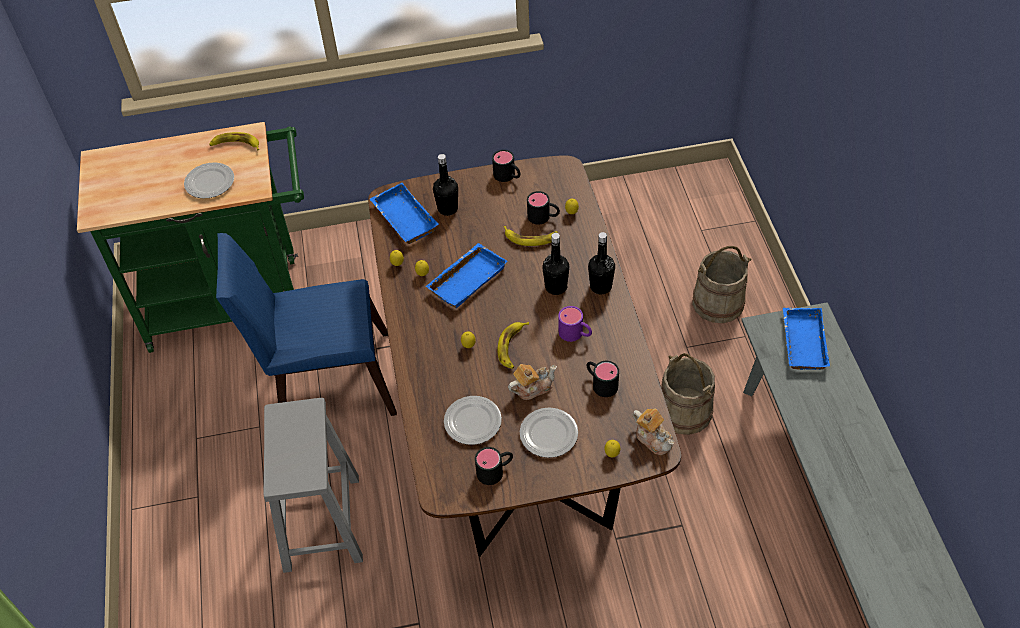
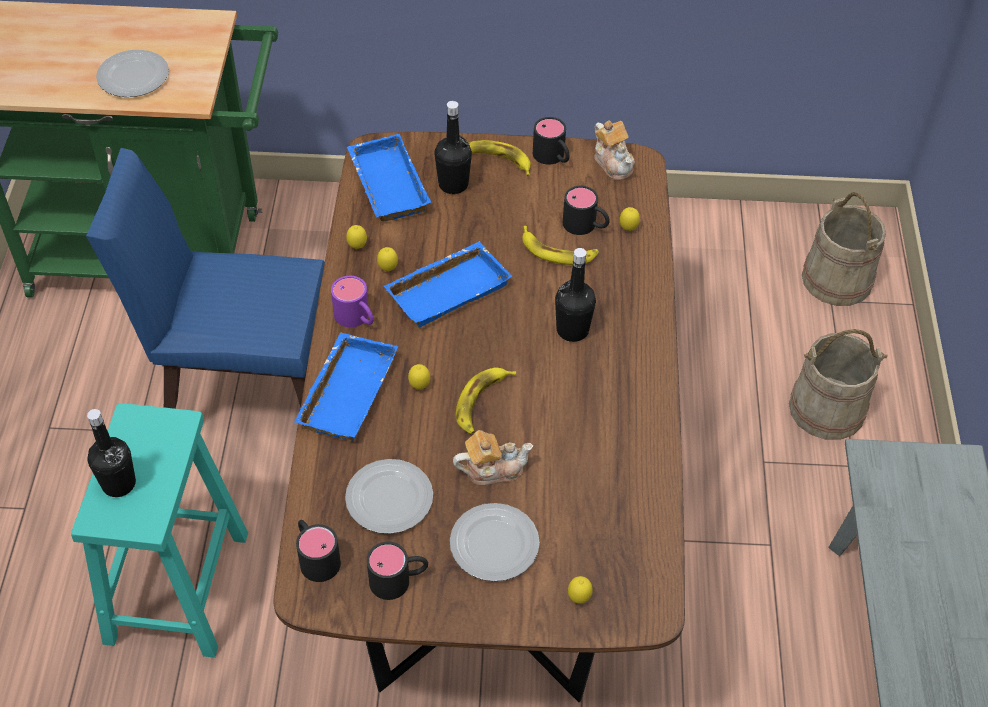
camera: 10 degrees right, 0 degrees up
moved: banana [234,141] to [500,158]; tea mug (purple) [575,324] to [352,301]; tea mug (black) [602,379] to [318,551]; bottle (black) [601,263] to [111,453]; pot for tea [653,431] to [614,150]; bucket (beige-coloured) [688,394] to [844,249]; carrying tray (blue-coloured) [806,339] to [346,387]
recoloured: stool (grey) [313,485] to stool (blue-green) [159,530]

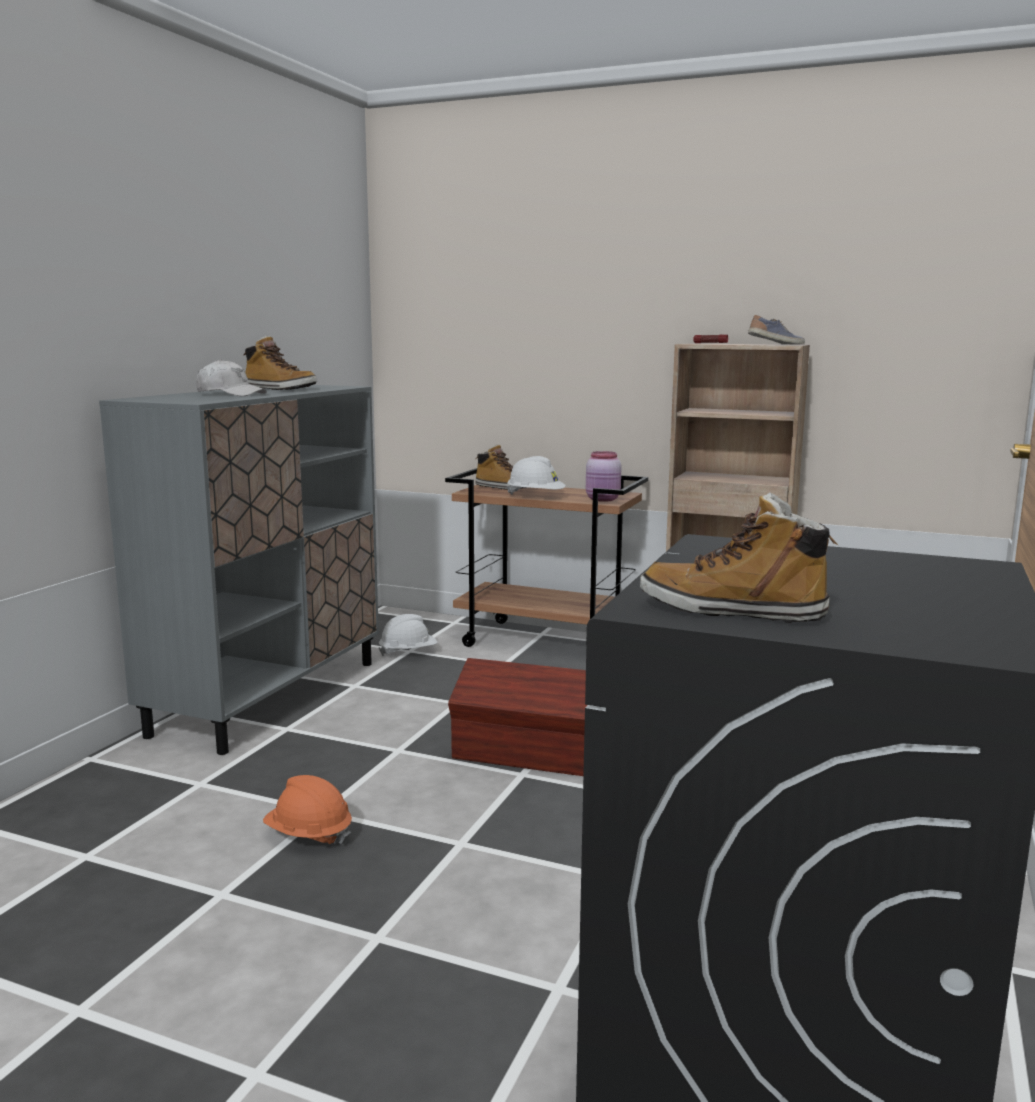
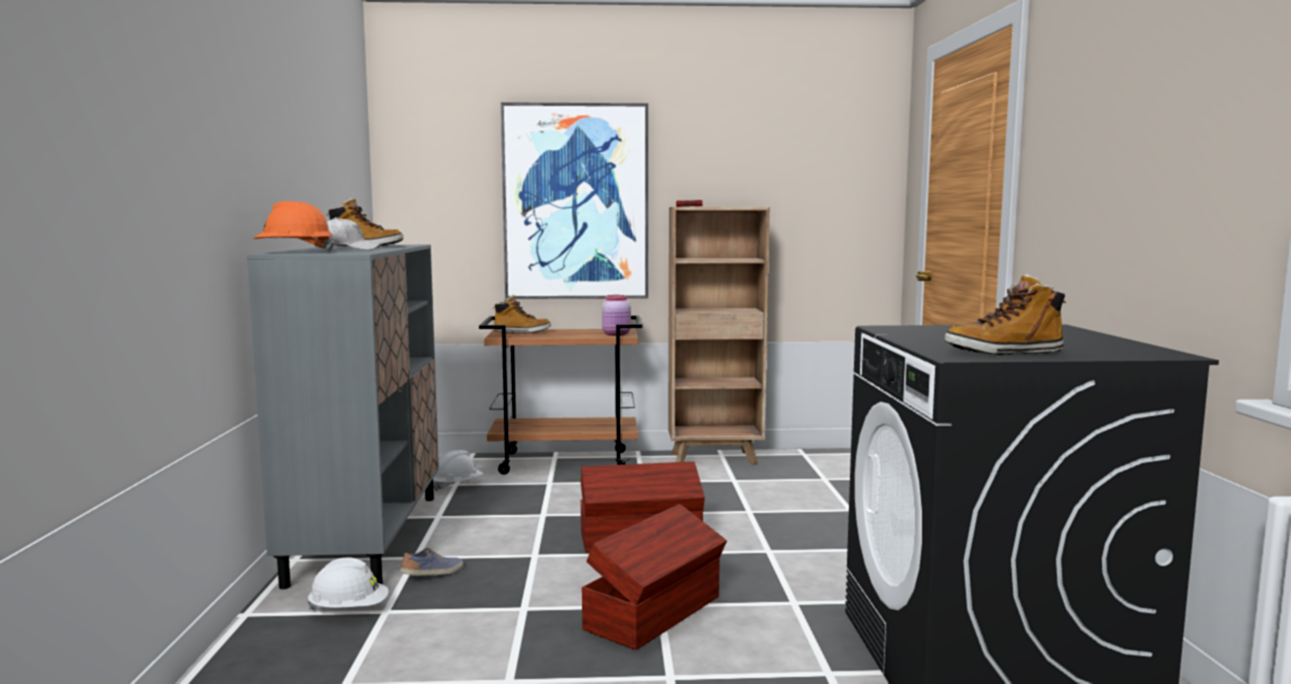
camera: 25 degrees left, 5 degrees down
added: wall art [574,200]; storage bin (brownish) [654,577]
moved: hard hat (orange) [307,810] to [293,227]; hard hat (white) [536,475] to [348,583]; low shoe [776,329] to [431,562]

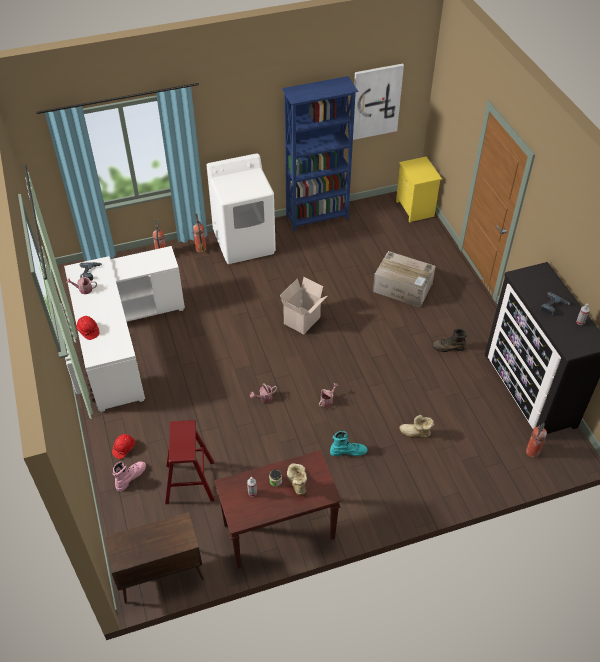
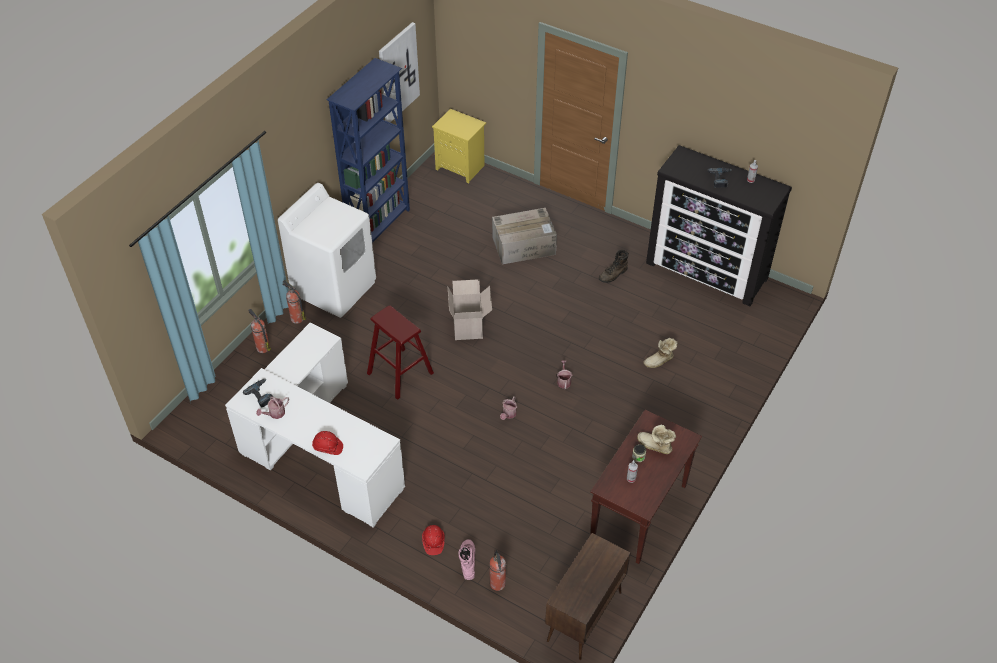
camera: 40 degrees left, 0 degrees up
removed: tall boot (blue-green) [349,443]
moved: stool (reddish) [189,462] to [400,352]; fire extinguisher [536,440] to [497,570]

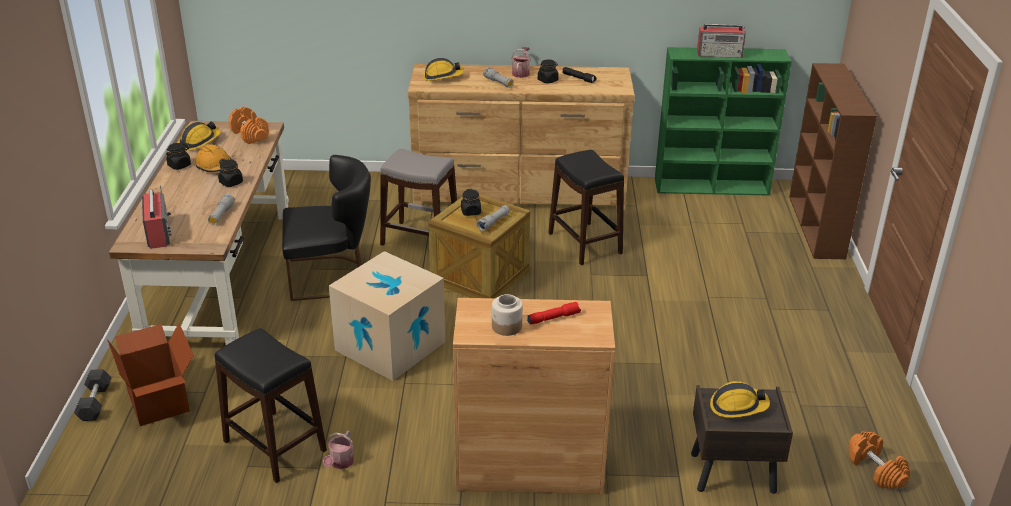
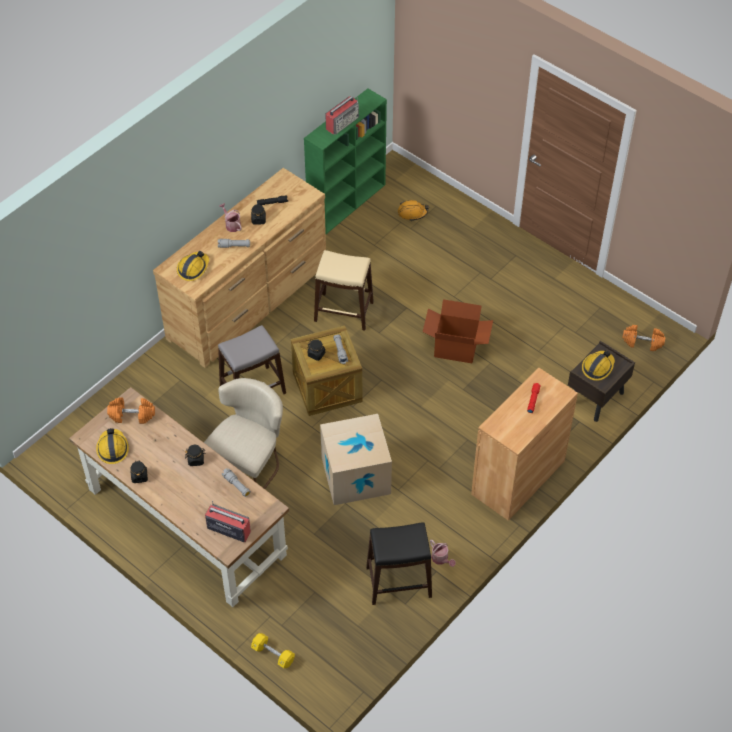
camera: 50 degrees left, 20 degrees up
removed: jar [507,315]; bookshelf (brownish) [833,161]
moved: packing box [150,374] to [458,331]; hard hat (orange) [213,158] to [413,210]
recoloured: dumbbell (black) [93,395] to dumbbell (yellowish) [273,650]; chair (black) [326,228] to chair (beige-coloured) [243,433]; stool (black) [586,207] to stool (beige-coloured) [344,290]

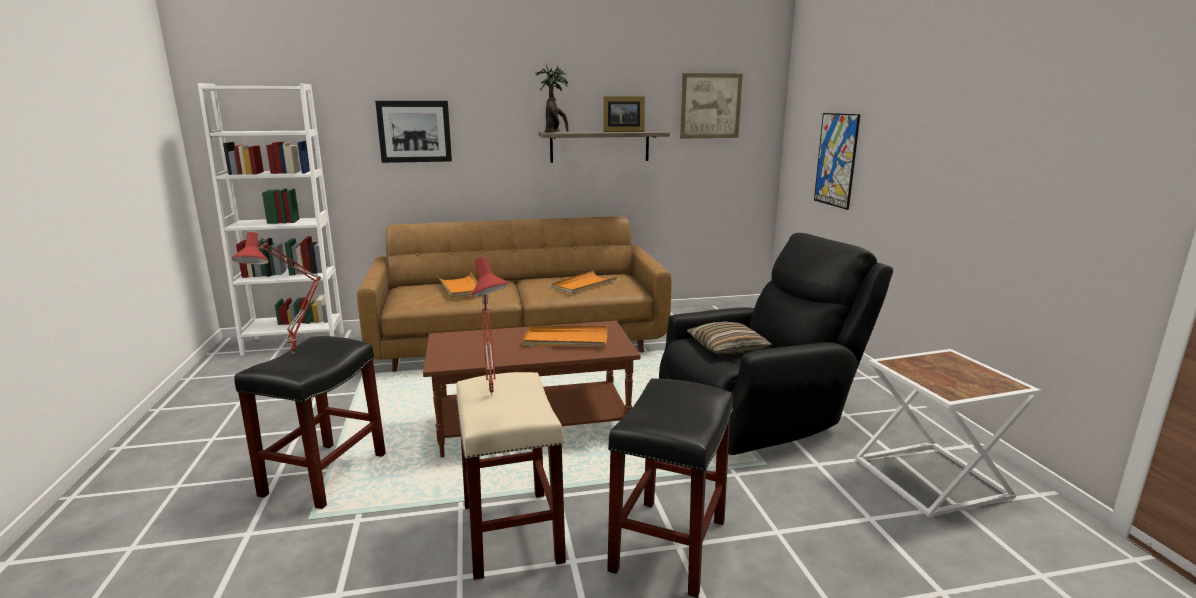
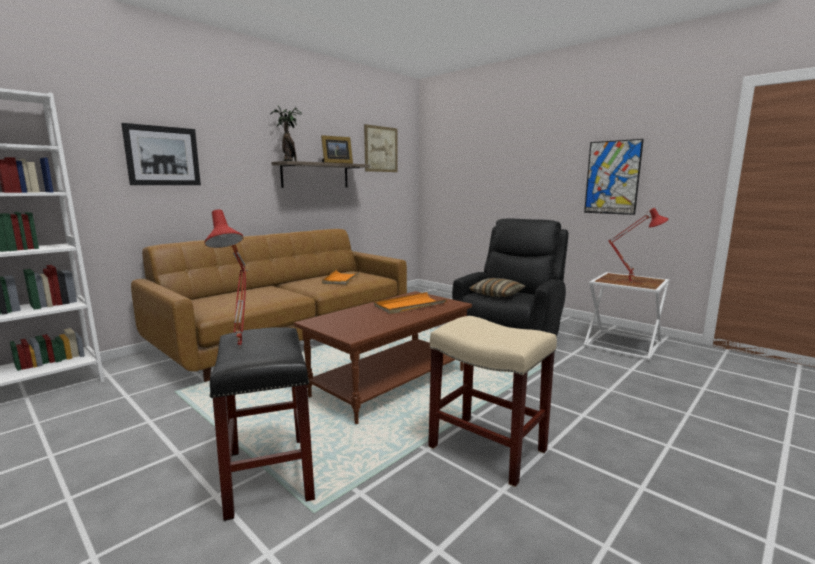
camera: 35 degrees left, 5 degrees down
removed: carrying tray (orange) [458,285]; stool (black) [670,488]
moved: lamp for a table (reddish) [490,326] to [638,245]; wall art [837,161] to [614,177]

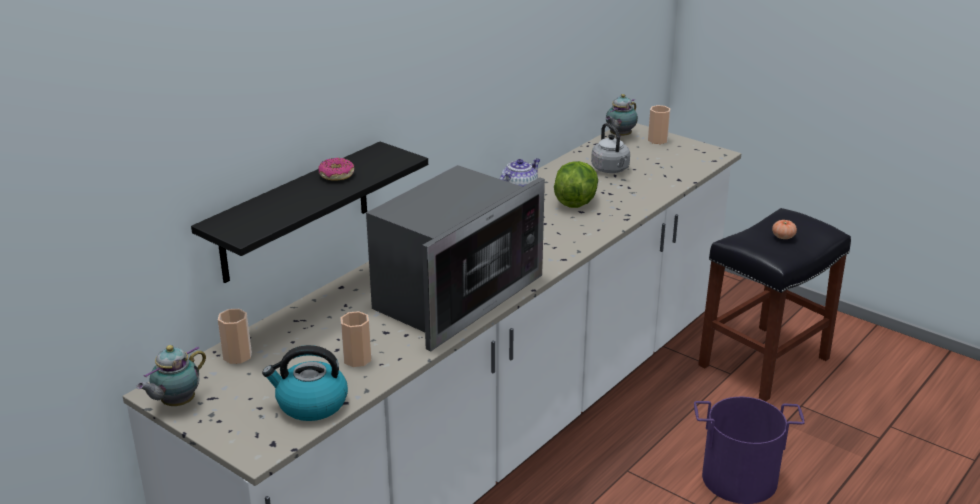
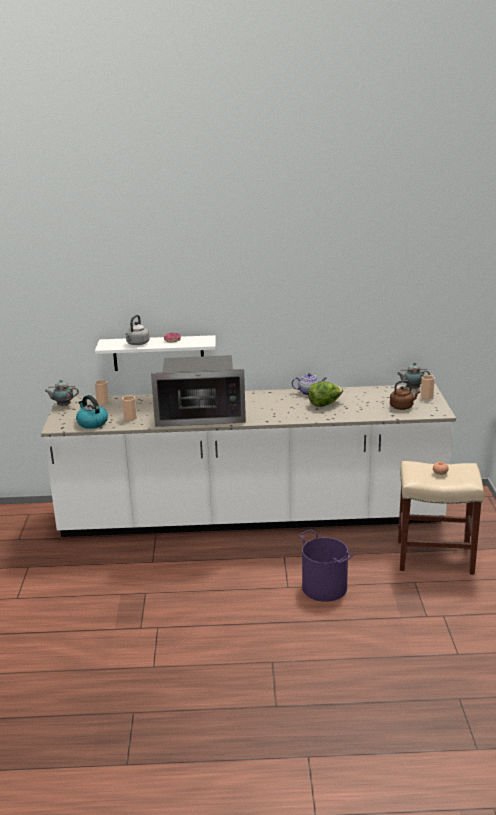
camera: 50 degrees right, 5 degrees down
added: tea kettle (brownish) [405,395]
moved: tea kettle (grey) [610,148] to [137,330]
recoloured: bracket shelf (black) [309,212] to bracket shelf (white) [155,353]; stool (black) [774,304] to stool (beige-coloured) [441,518]

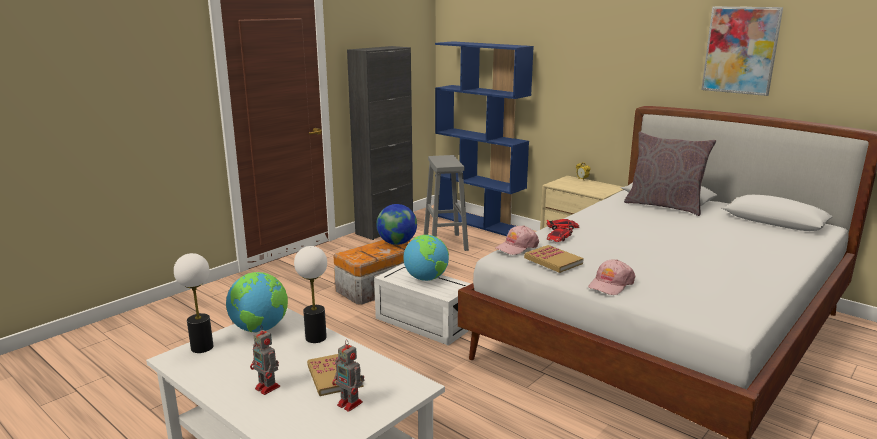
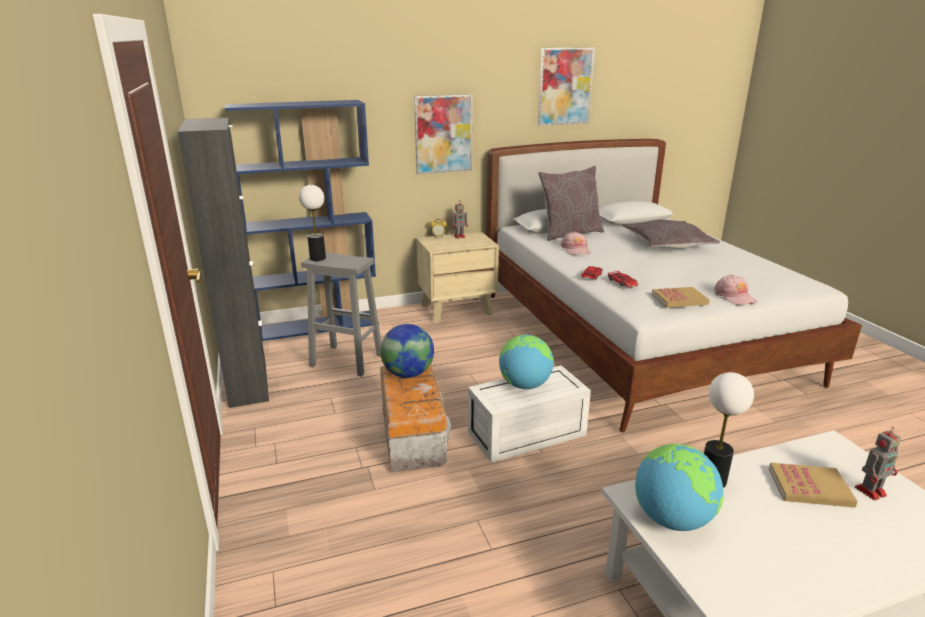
camera: 60 degrees left, 5 degrees up
added: wall art [443,134]; cushion (grey) [671,234]
moved: lamp for a table [193,303] to [312,223]; robot figure [265,360] to [460,220]; baseball cap (pink-coloured) [517,240] to [575,243]

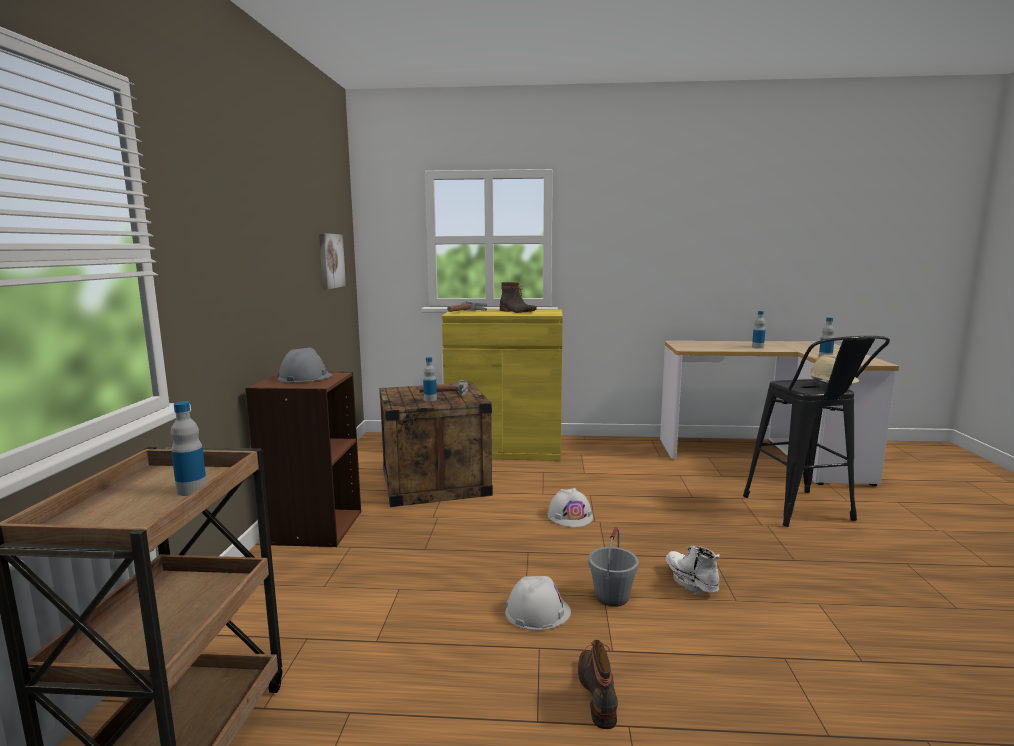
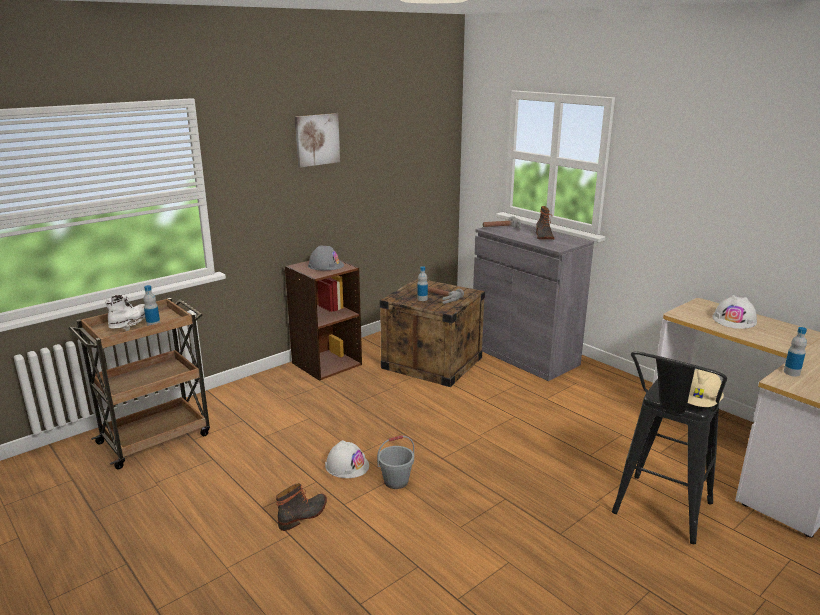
camera: 45 degrees right, 10 degrees up
removed: bottle [758,330]
moved: wall art [332,261] to [317,140]; hard hat (white) [570,507] to [734,312]; tall boot (white) [693,570] to [125,313]
recoloured: cupboard (yellowish) [502,385] to cupboard (grey) [533,302]

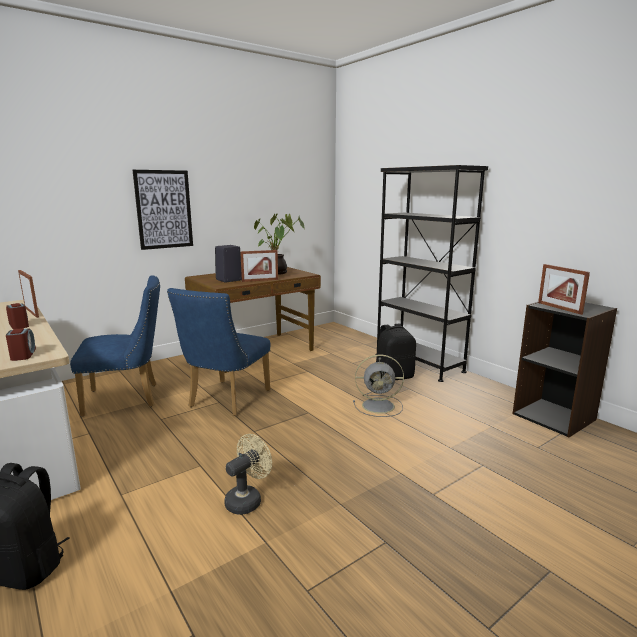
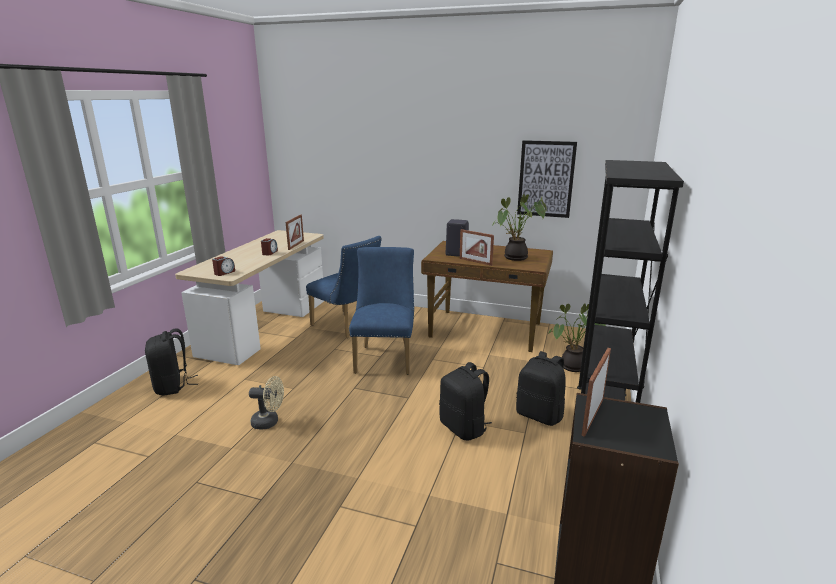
camera: 55 degrees right, 5 degrees up
added: potted plant [577,337]
moved: wall art [163,210] to [547,179]
replaced: fan (grey) [378,386] to knapsack (black) [465,401]
turned: chair (blue-coloured) [218,352] = [381,311] 105 degrees clockwise

